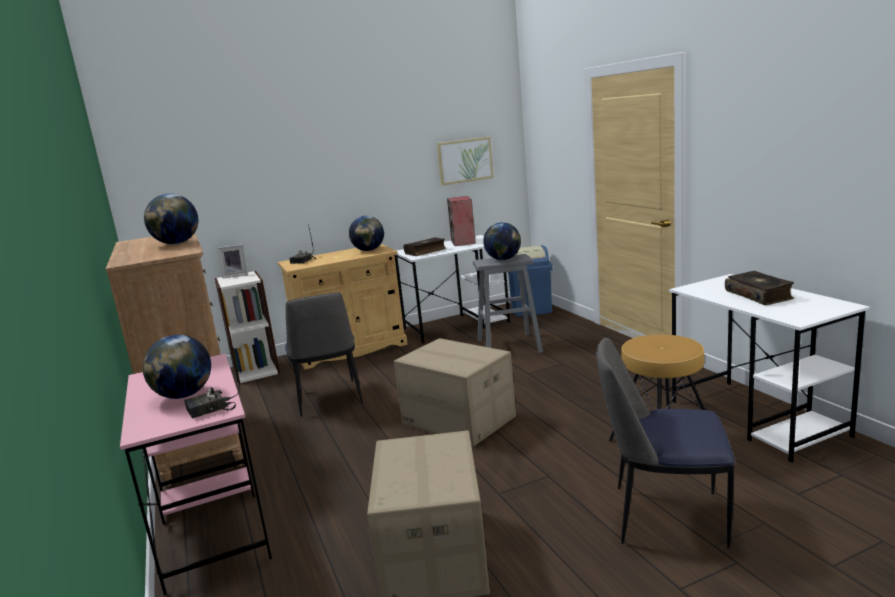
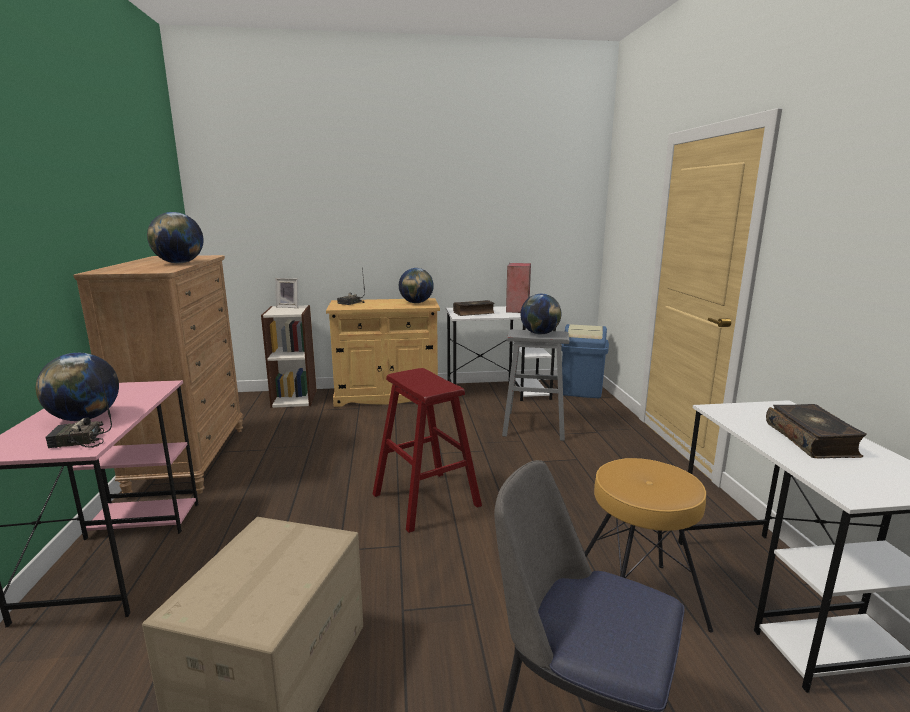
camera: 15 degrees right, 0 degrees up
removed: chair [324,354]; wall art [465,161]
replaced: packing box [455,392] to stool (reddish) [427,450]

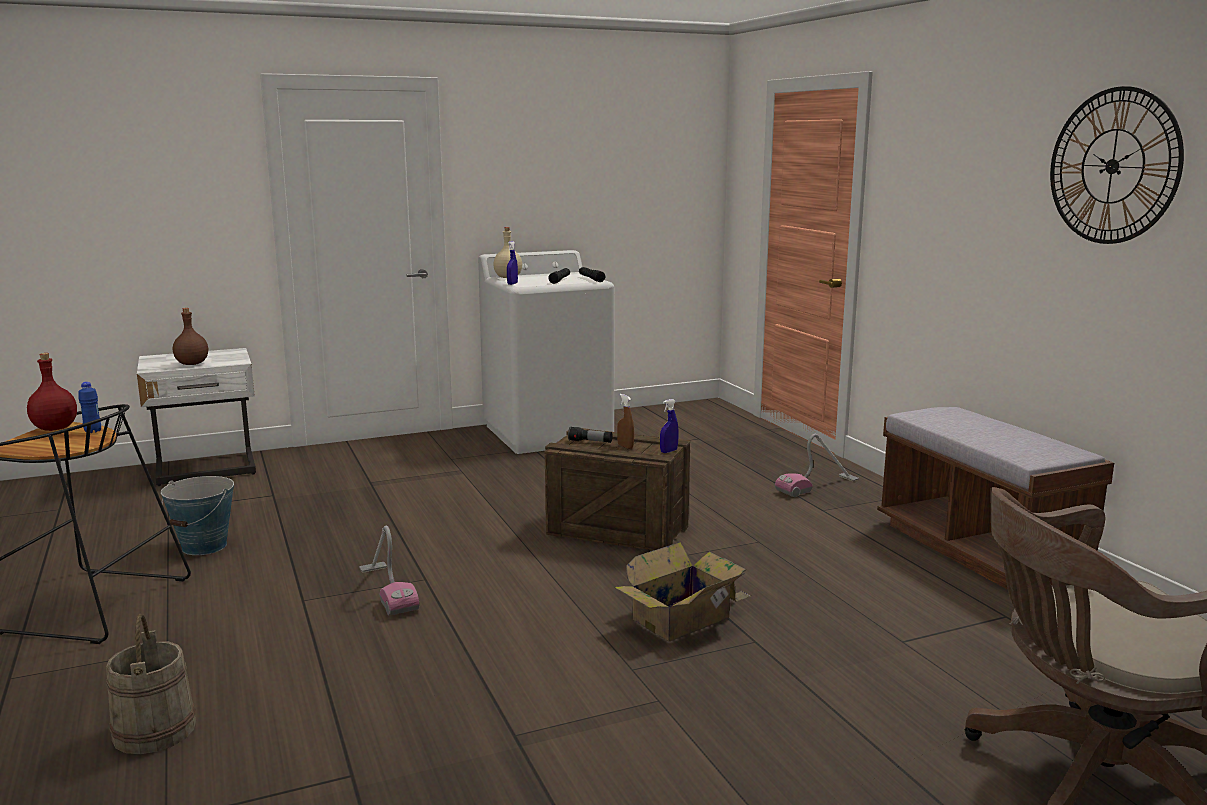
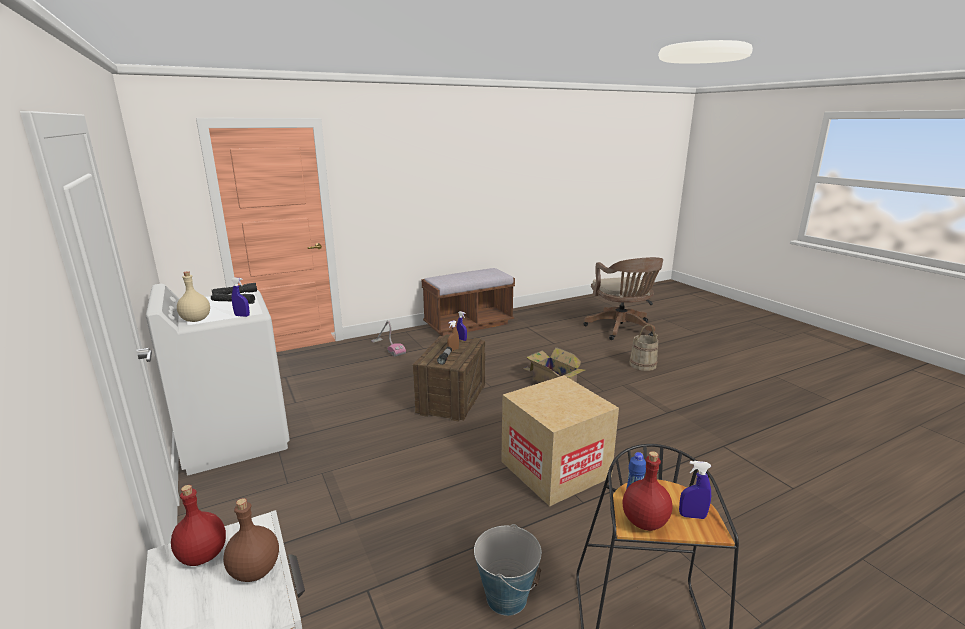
camera: 95 degrees left, 5 degrees up
removed: wall clock [1117,165]
added: bottle (reddish) [198,525]; sprayer (blue-coloured) [695,490]
moved: bucket (beige-coloured) [151,684] to [643,347]
replaced: hoover [389,570] to packing box [560,441]

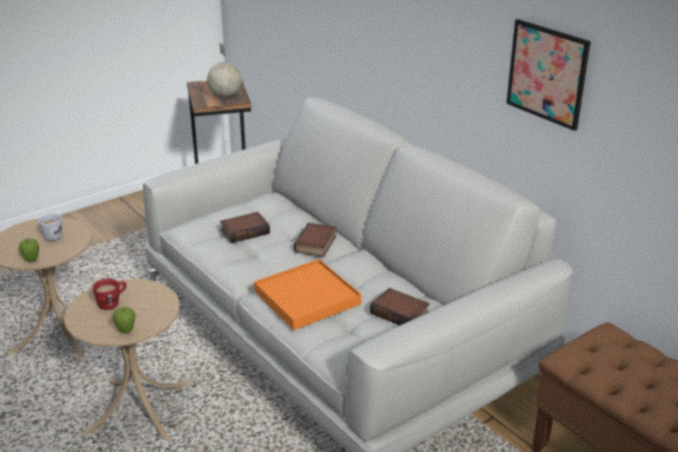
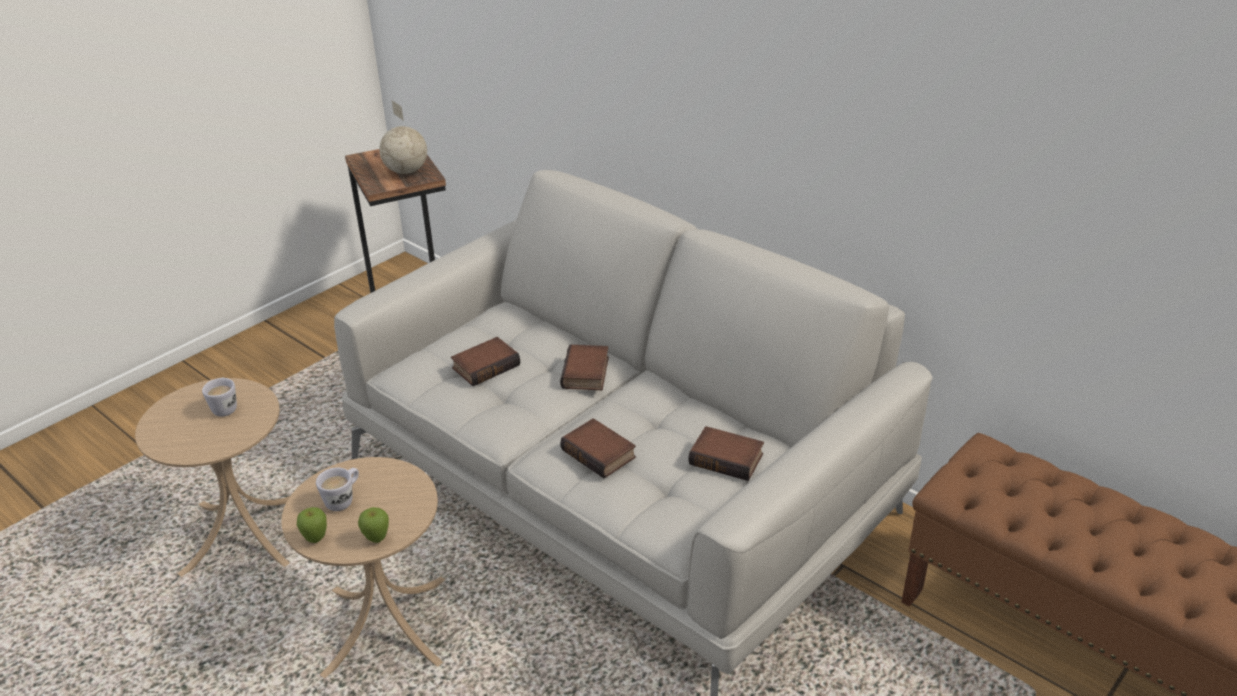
camera: 10 degrees left, 5 degrees up
removed: wall art [548,75]
moved: whole apple [29,250] to [312,525]
replaced: carrying tray (orange) [307,294] to bound book [598,448]
recoloured: tea mug (reddish) [109,294] to tea mug (white) [337,489]

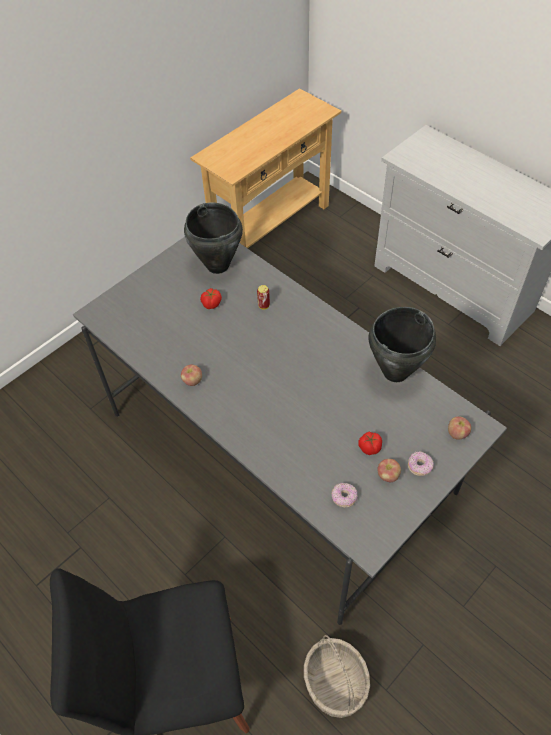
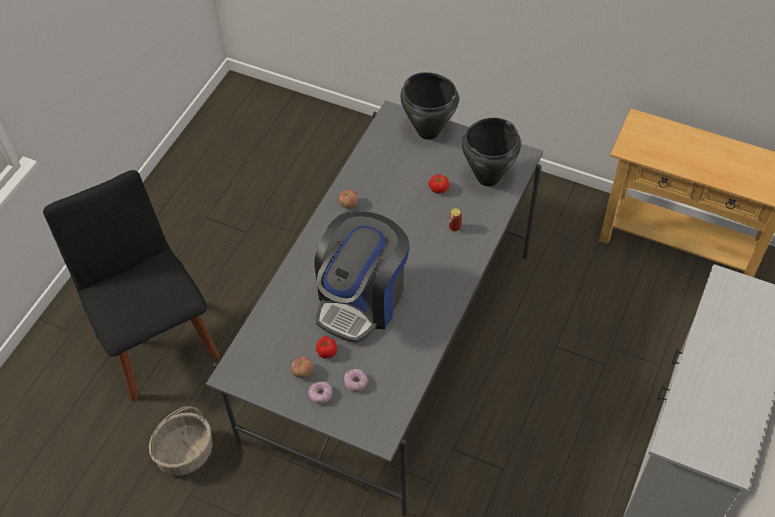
camera: 70 degrees right, 0 degrees up
removed: whole apple [459,428]
added: coffee brewer [361,277]
moved: doughnut [344,495] to [355,380]; saucepot (black) [402,344] to [429,106]

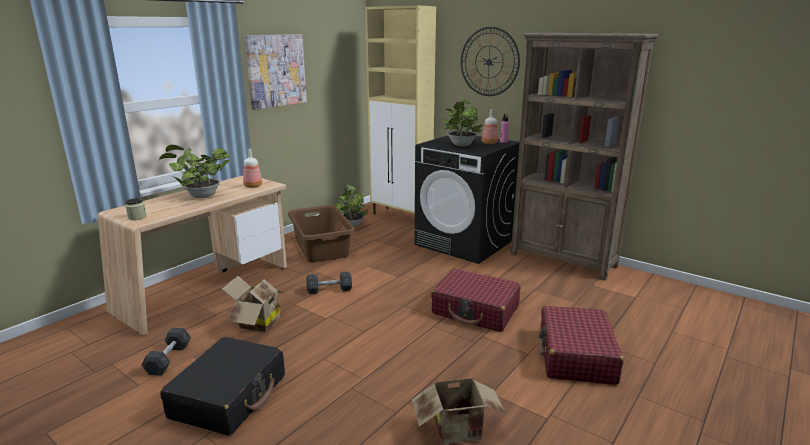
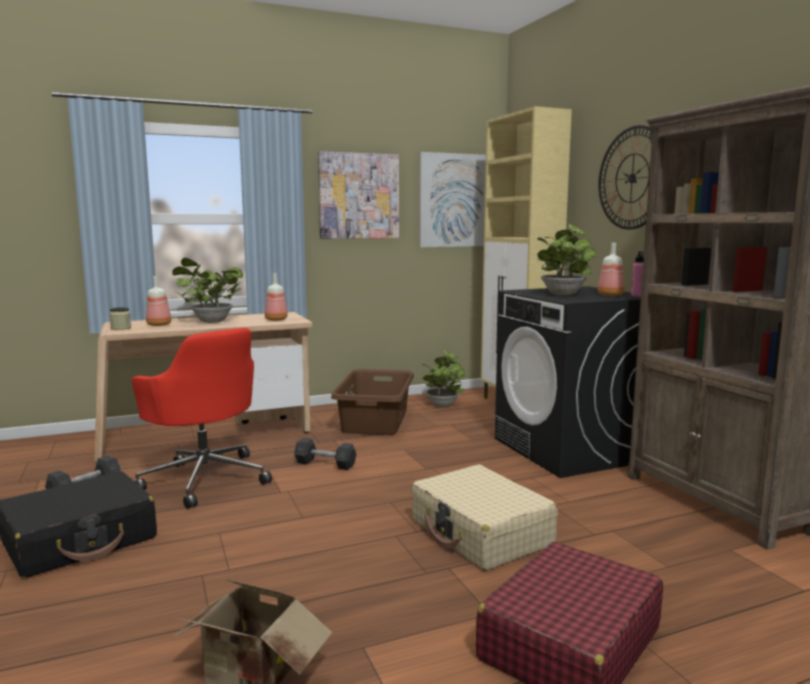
camera: 30 degrees right, 10 degrees down
added: bottle [158,301]; wall art [453,199]
replaced: packing box [253,304] to computer chair (reddish) [201,418]
recoloured: suitcase (reddish) [476,300] to suitcase (beige-coloured) [484,517]

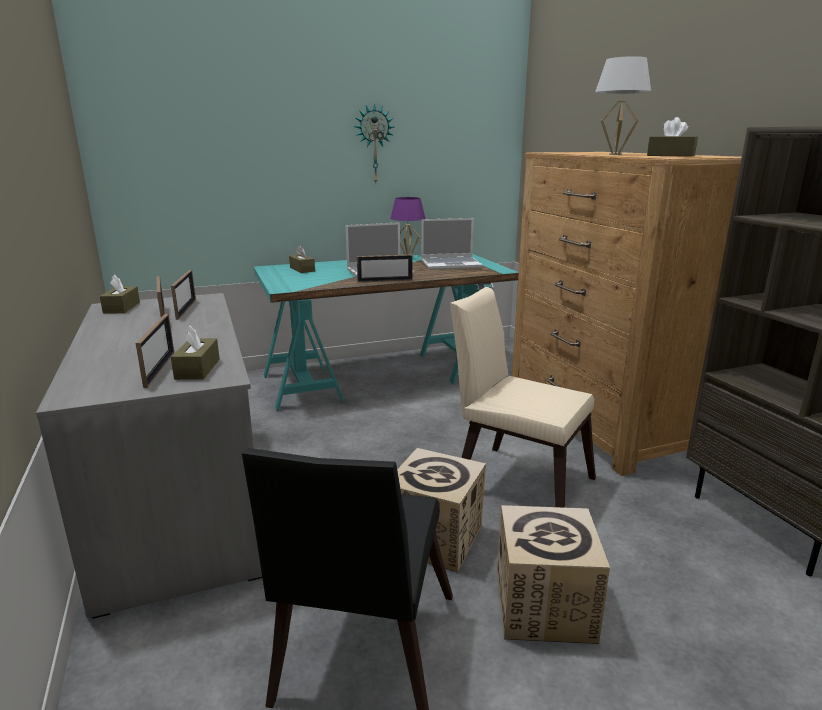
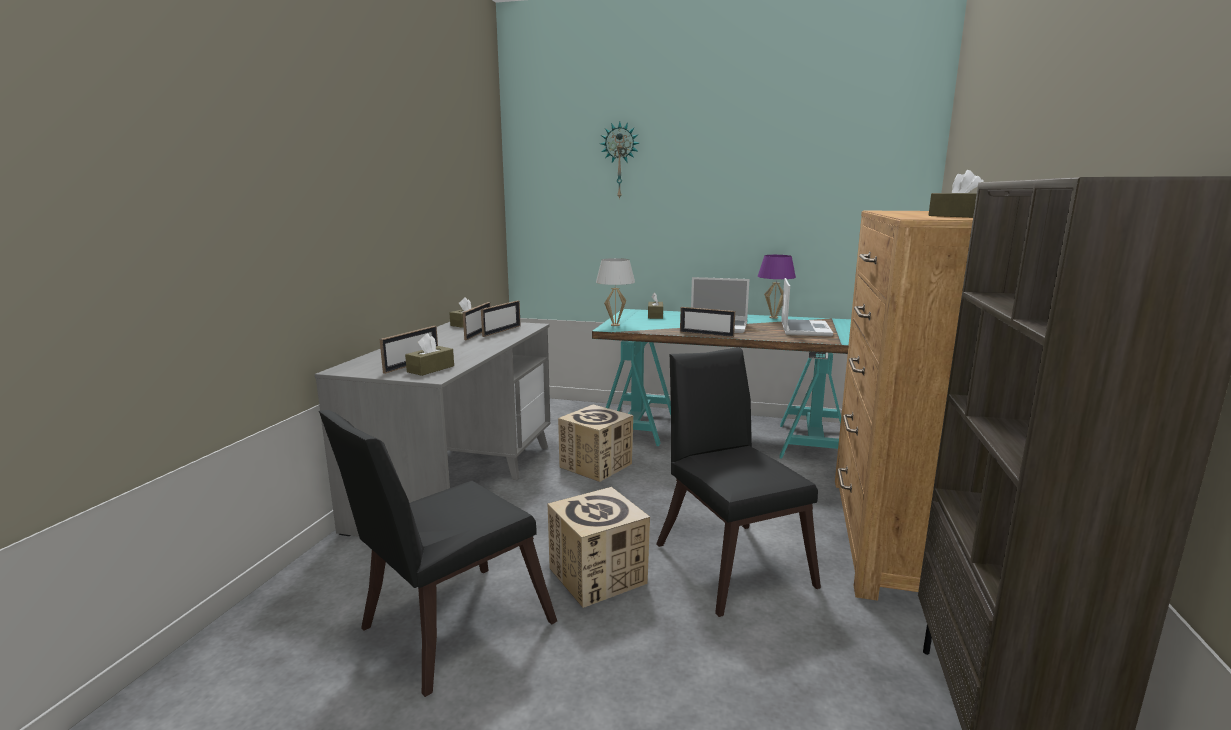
camera: 35 degrees right, 5 degrees down
moved: wall clock [374,143] to [619,161]; packing box [553,574] to [595,443]; lamp for a table (white) [623,105] to [615,292]
recoloured: chair (beige-coloured) [523,397] to chair (black) [738,482]
turned: portable computer [452,244] = [807,307] 105 degrees counterclockwise

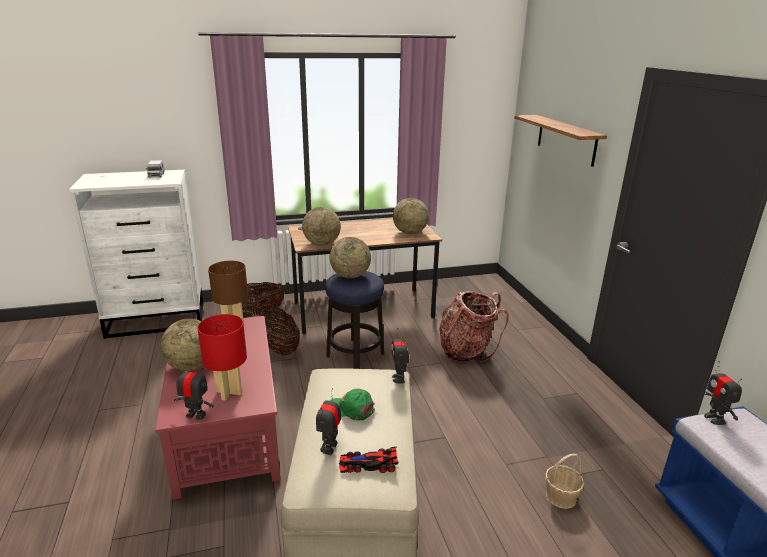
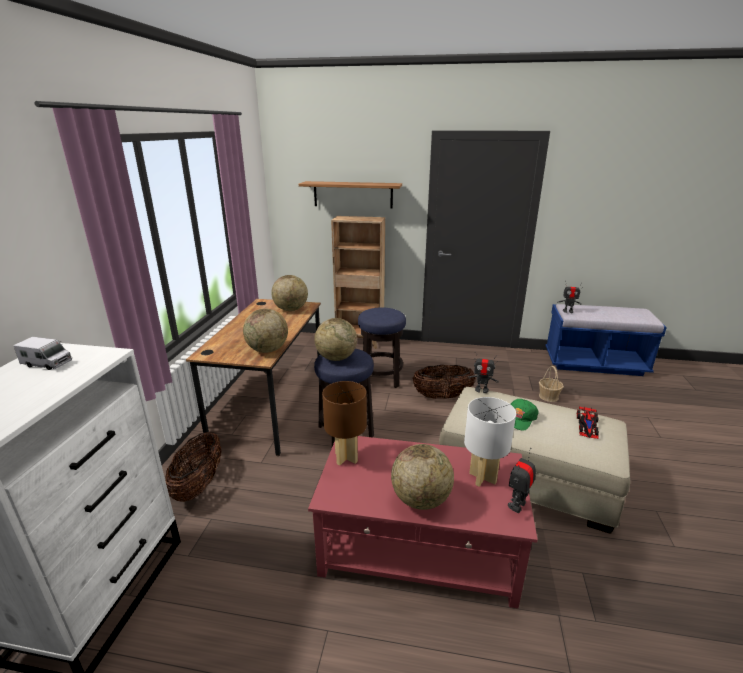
camera: 65 degrees left, 0 degrees up
removed: robot figure [329,421]
added: bookshelf (brownish) [358,282]
moved: basket [279,331] to [444,382]
replaced: knapsack [474,326] to stool [382,347]
recoloured: lamp for a table (reddish) [222,357] to lamp for a table (white) [490,442]

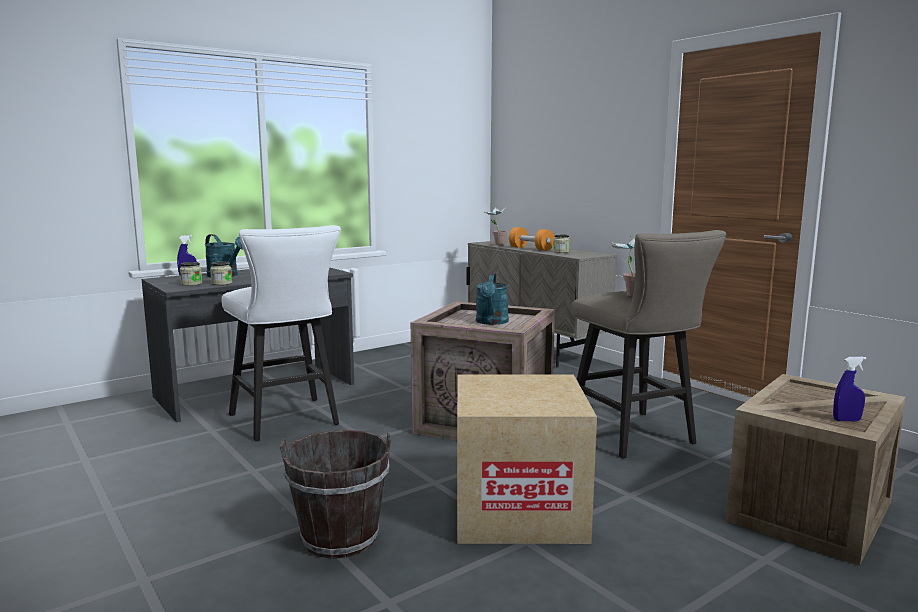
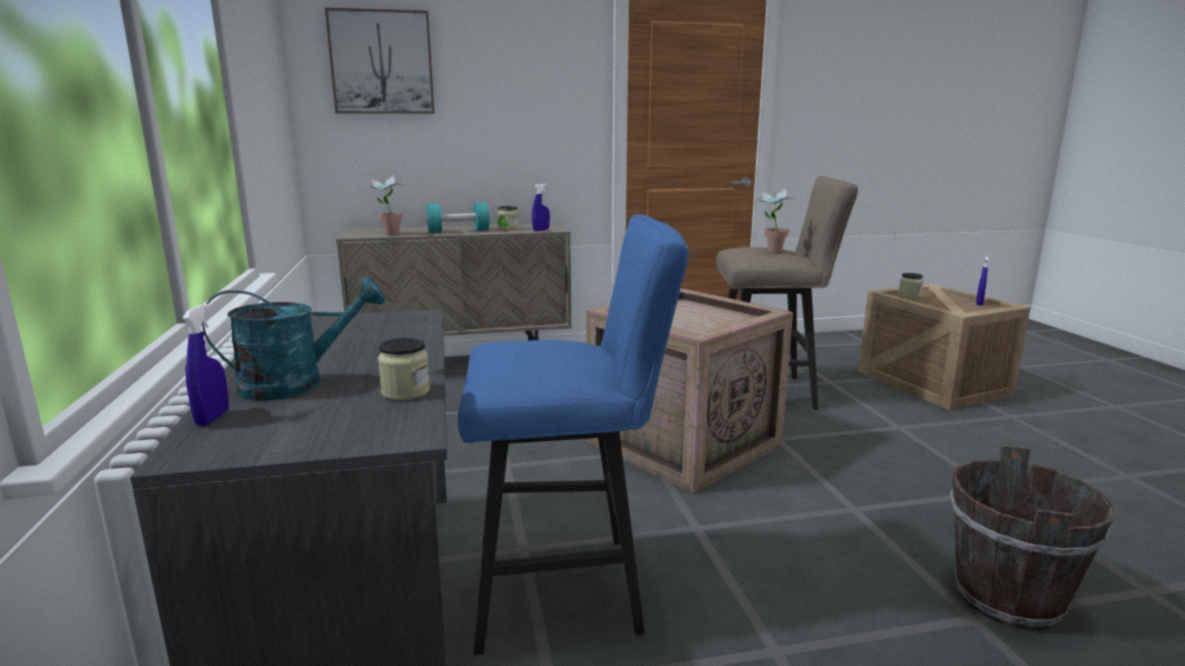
camera: 65 degrees left, 5 degrees up
removed: packing box [527,459]; watering can (blue-green) [492,299]
added: wall art [380,60]; sprayer (blue-coloured) [541,207]
moved: jar [191,274] to [910,286]
recoloured: stool (white) [281,333] to stool (blue-coloured) [573,434]; dumbbell (orange) [531,239] to dumbbell (blue-green) [458,217]

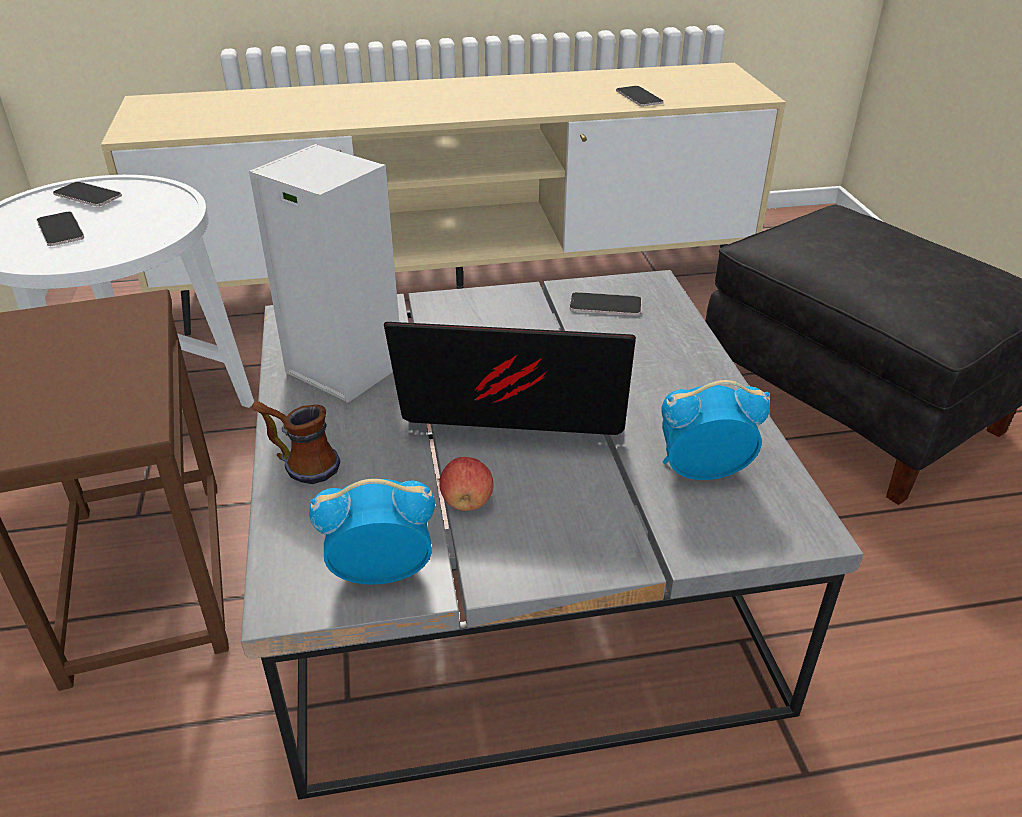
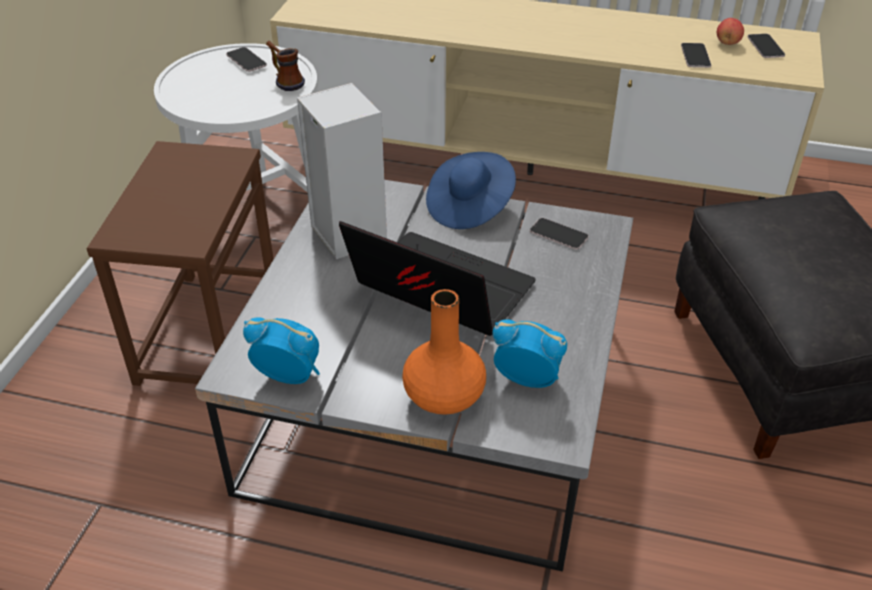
camera: 25 degrees right, 5 degrees up
added: flower vase (orange) [444,352]; clothing hat (blue-coloured) [471,190]
moved: handset [60,228] to [766,46]; tea mug [296,442] to [285,66]; whole apple [466,484] to [730,31]

